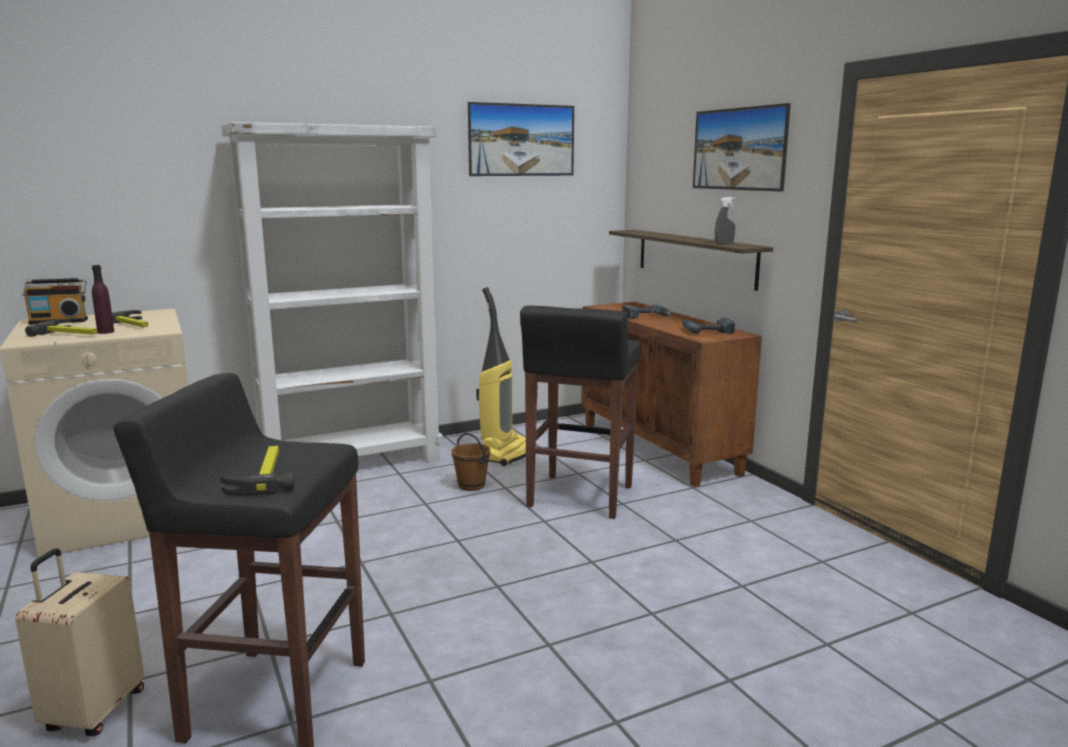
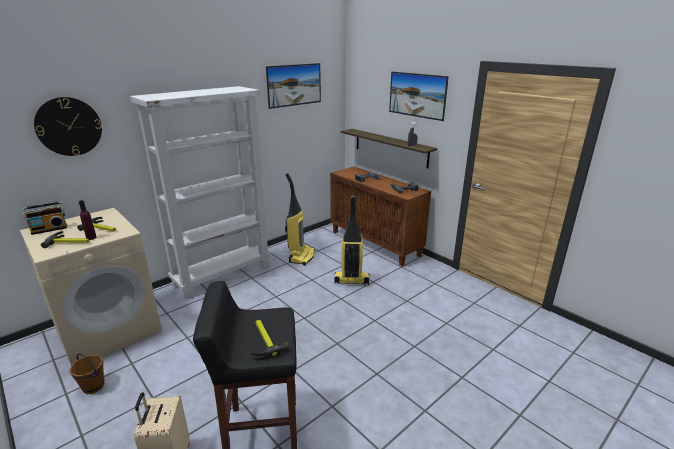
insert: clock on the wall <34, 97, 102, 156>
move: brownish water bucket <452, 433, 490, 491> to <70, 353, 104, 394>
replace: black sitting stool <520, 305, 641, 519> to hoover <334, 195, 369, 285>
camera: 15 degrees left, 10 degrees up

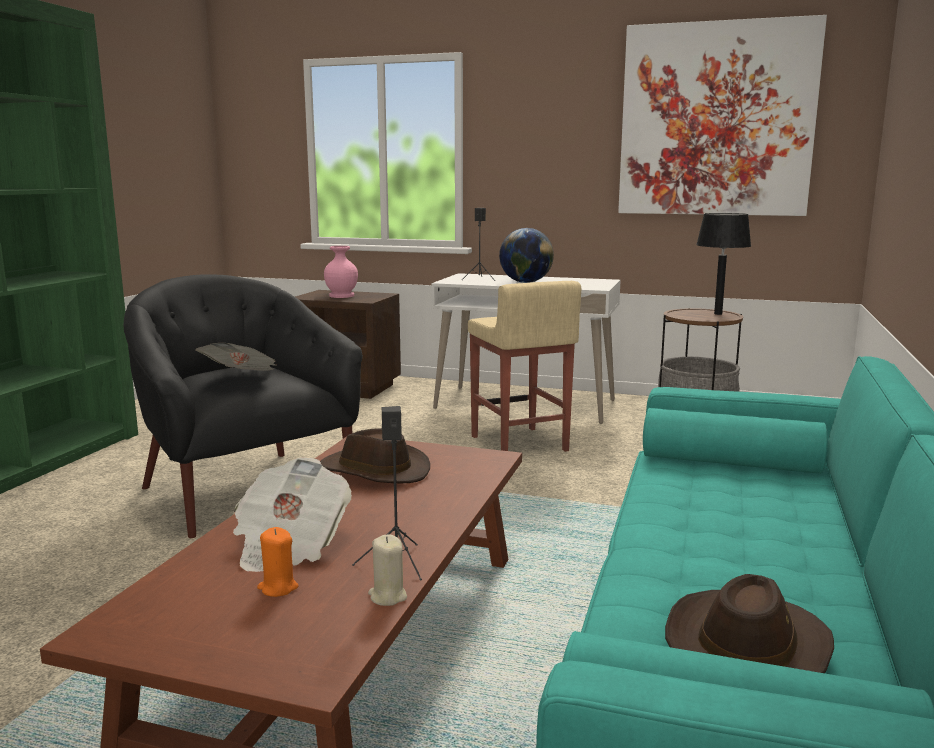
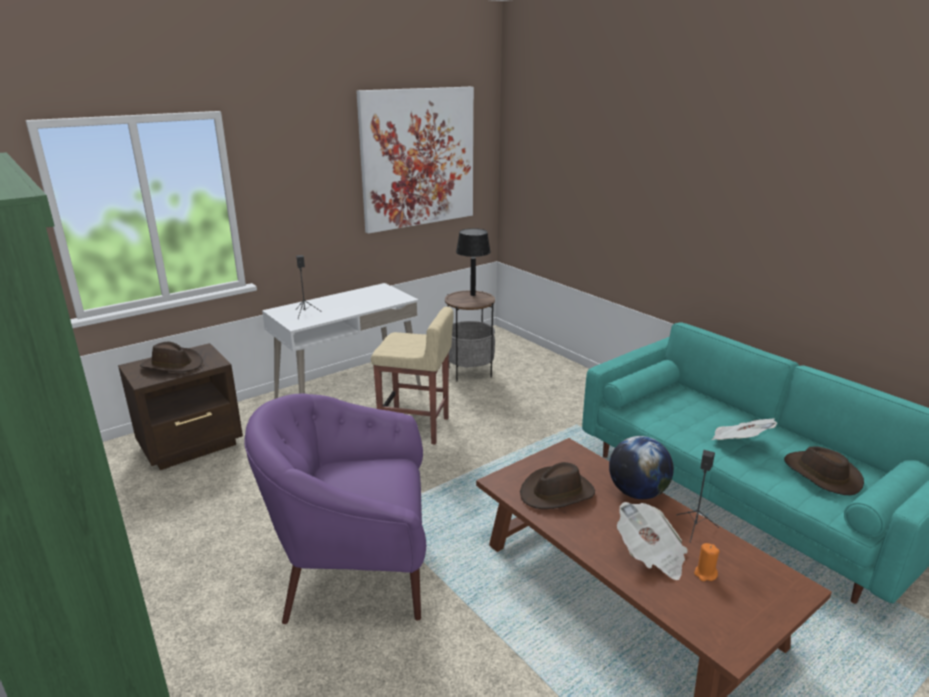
delete: beige-coloured wax light <368, 535, 407, 606>
move: world globe <499, 228, 554, 283> to <609, 436, 674, 499>; daily paper <195, 343, 276, 371> to <711, 418, 777, 440>
replace: pink decorative vase <324, 246, 358, 298> to brownish clothing hat <140, 342, 203, 372>
recolor: black easy chair <123, 275, 363, 538> to purple-coloured easy chair <244, 394, 426, 624>
camera: 55 degrees left, 10 degrees up

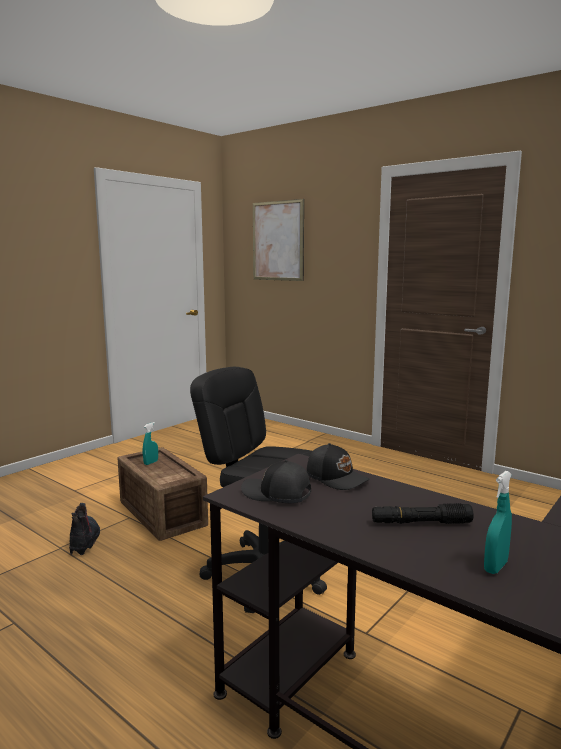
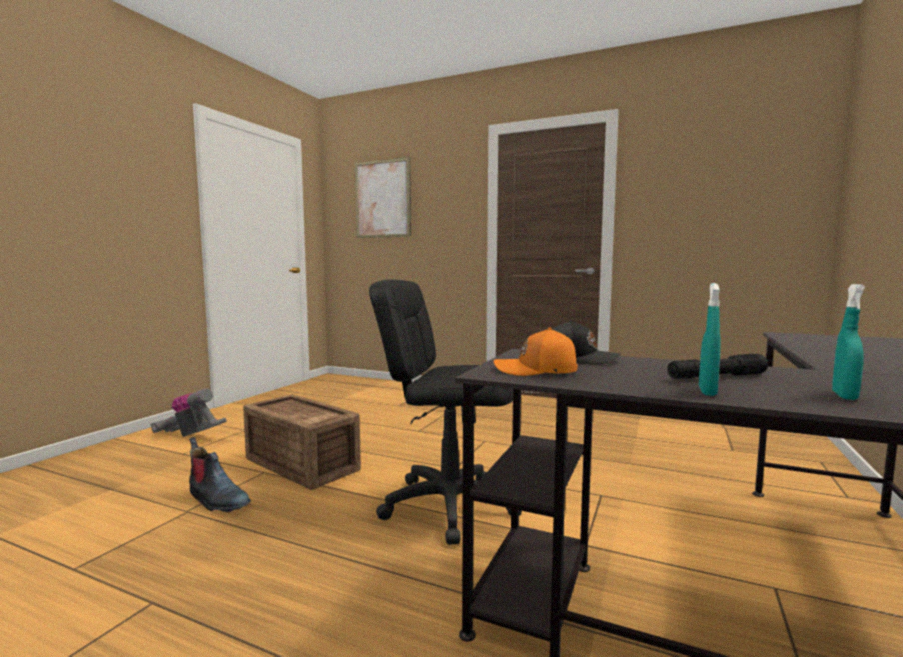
insert: hoover <150, 388, 227, 437>
move: turquoise spray bottle <143, 422, 158, 465> to <699, 283, 721, 396>
recolor: black cap <241, 460, 311, 503> to orangey cap <494, 327, 577, 376>
rotate: tall boot <69, 503, 100, 555> = <189, 437, 251, 512> 150 degrees clockwise
camera: 15 degrees left, 5 degrees down

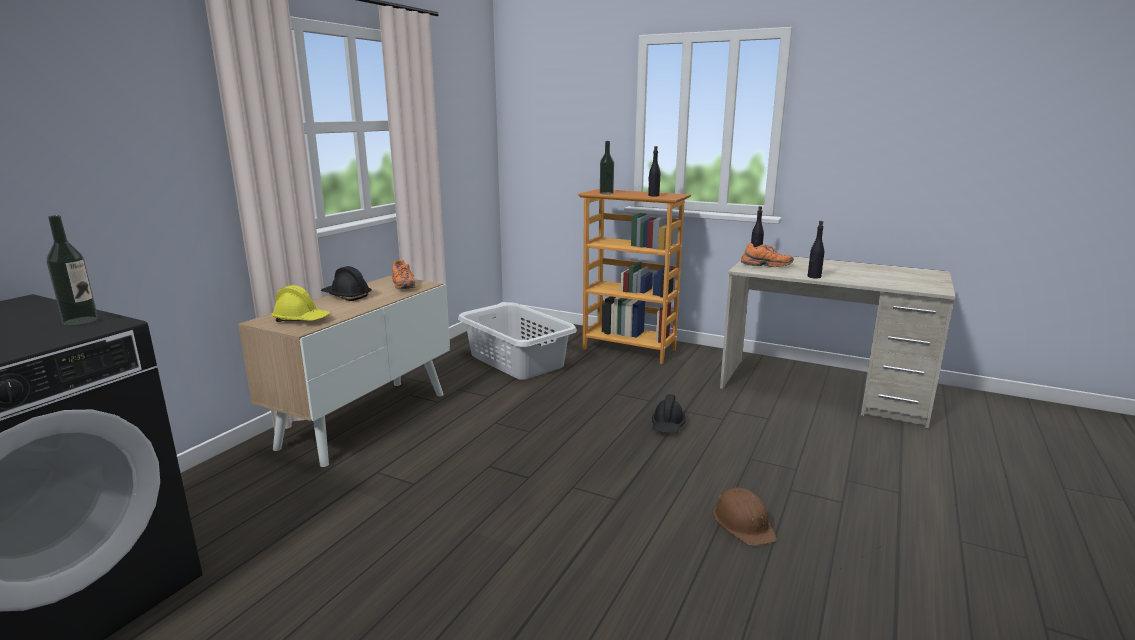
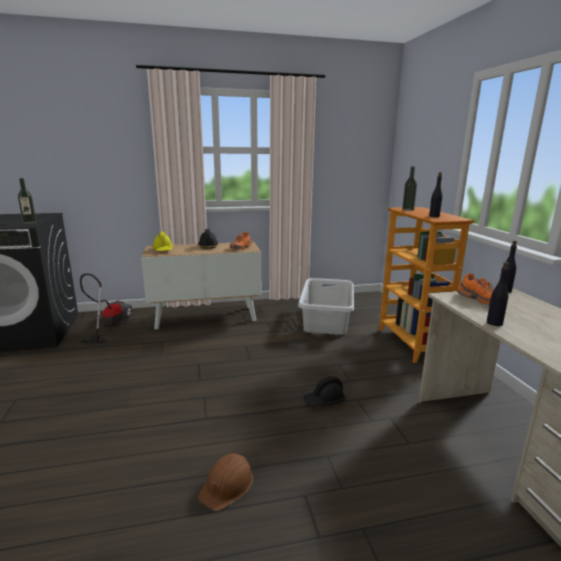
insert: hoover <80, 273, 132, 343>
camera: 50 degrees right, 0 degrees up

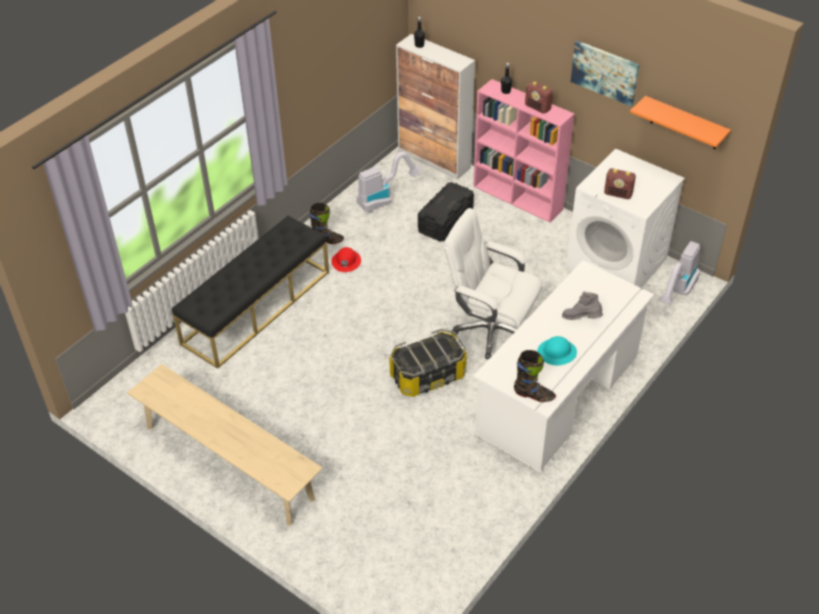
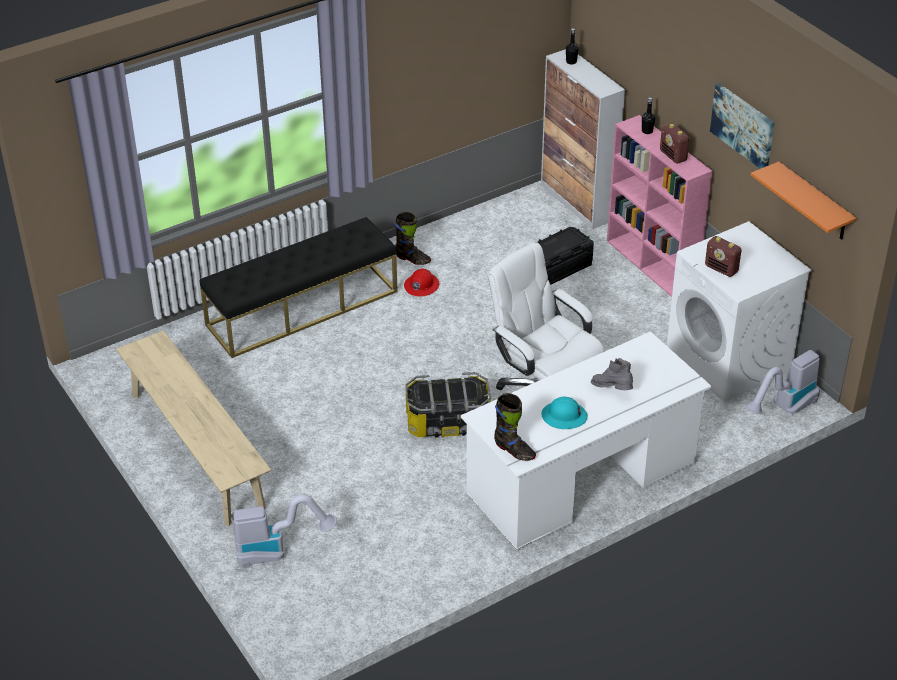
move: hoover <357, 152, 421, 213> to <233, 494, 337, 568>
camera: 20 degrees right, 5 degrees down

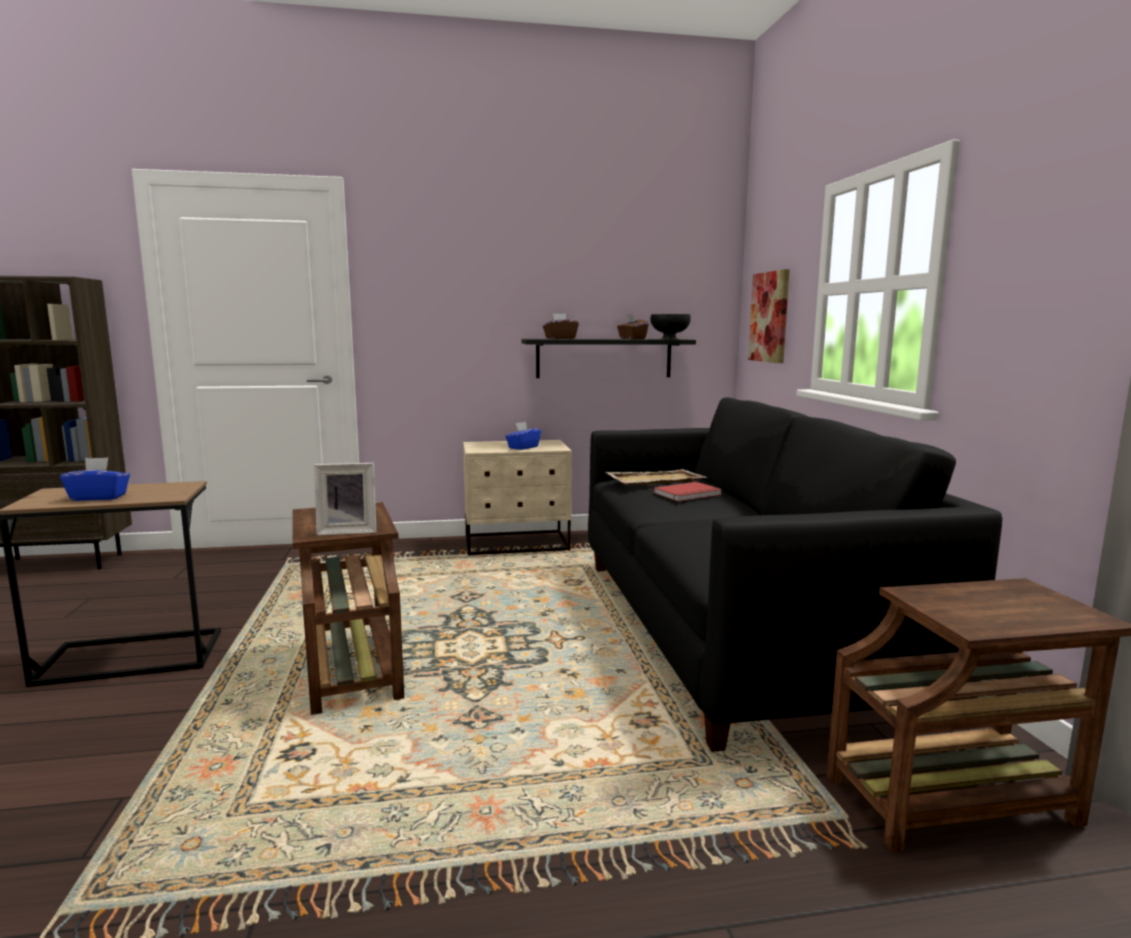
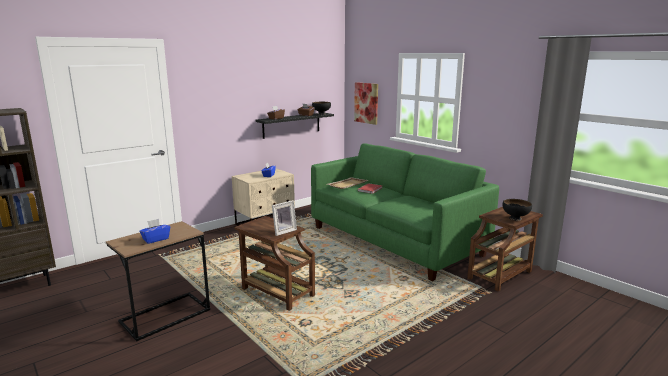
insert: black serving bowl <502, 199, 532, 221>
recolor: black couch <588, 397, 1002, 752> to green-coloured couch <311, 143, 499, 281>
camera: 30 degrees left, 5 degrees up

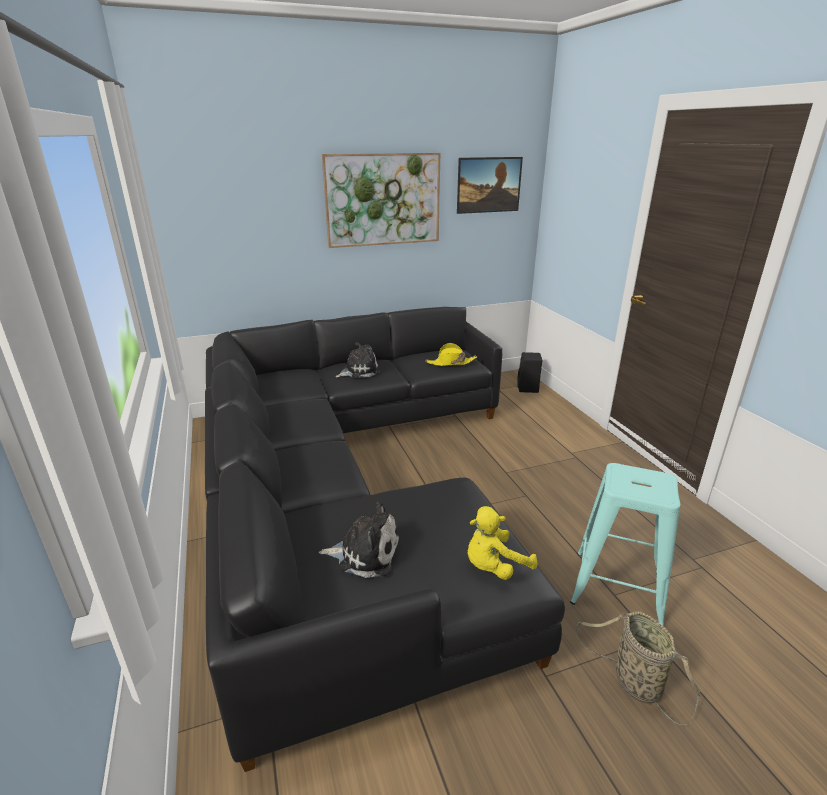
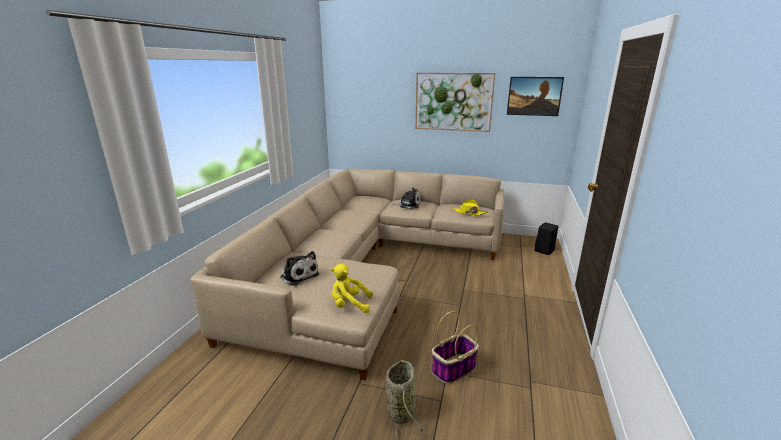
replace: turquoise sitting stool <570, 463, 680, 627> to storage basket <432, 311, 479, 384>
recolor: black couch <205, 307, 565, 772> to beige-coloured couch <190, 168, 504, 380>
camera: 35 degrees right, 5 degrees down

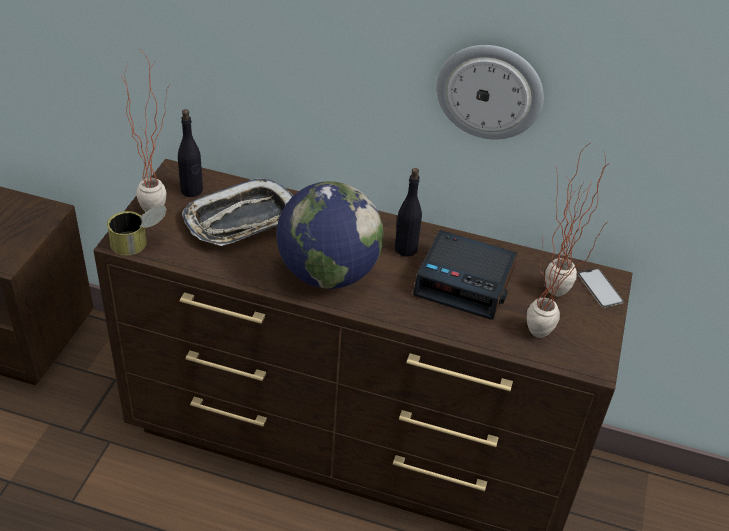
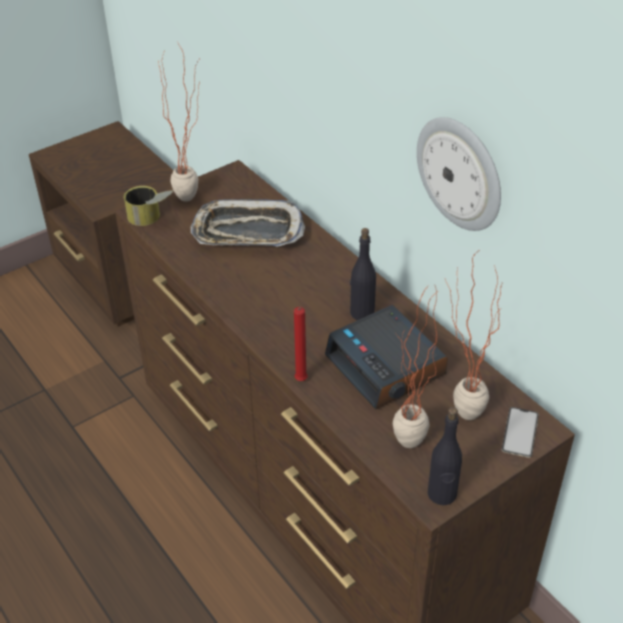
delete: world globe <277, 181, 383, 289>
insert: reddish wax light <294, 307, 308, 381>
move: black beverage bottle <178, 109, 203, 197> to <428, 407, 462, 505>
camera: 40 degrees right, 0 degrees up

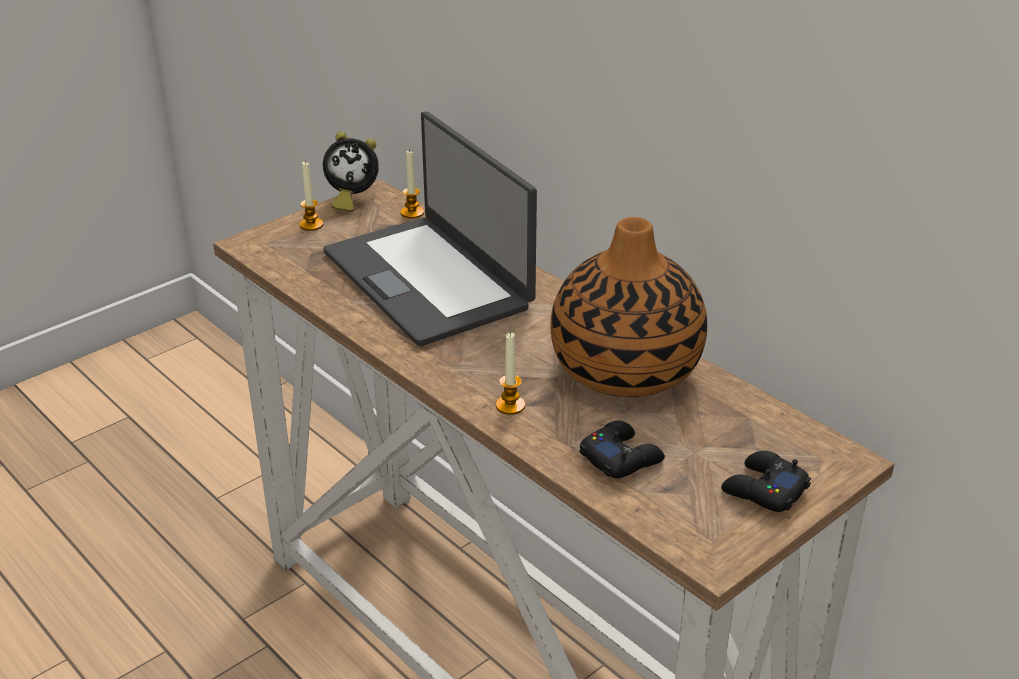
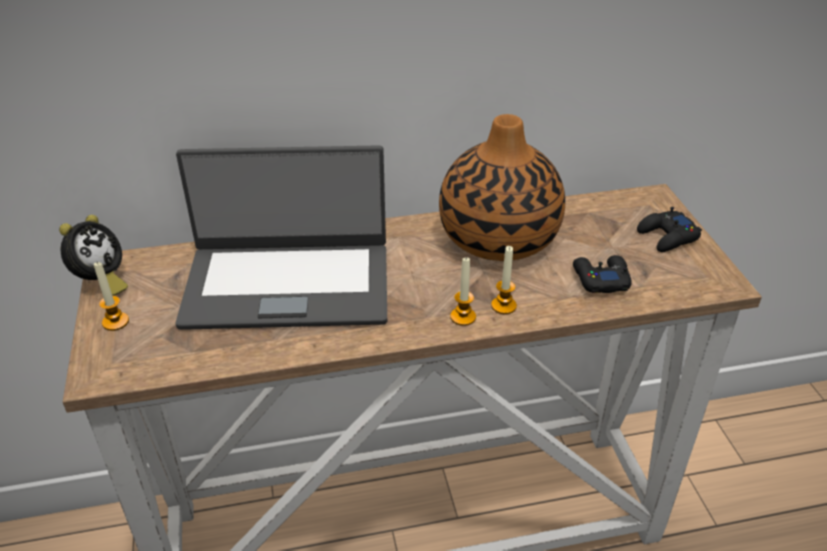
move: wax light <401, 150, 424, 219> to <450, 257, 476, 326>
camera: 60 degrees left, 5 degrees up

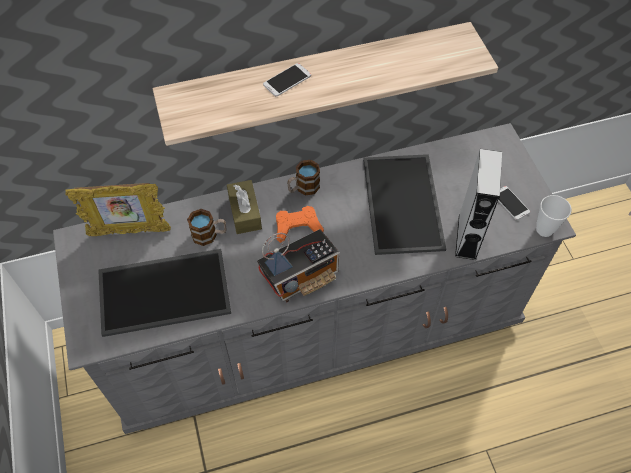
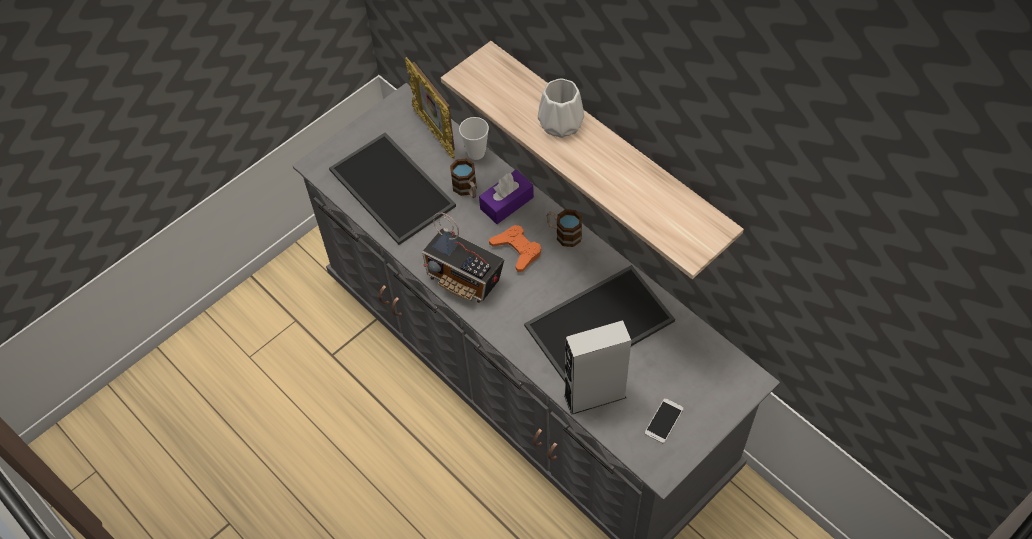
move: drinking cup <536, 195, 572, 237> to <459, 117, 489, 160>
replace: telephone <263, 63, 311, 97> to whitish decorative vase <538, 79, 584, 138>
recolor: brownish tissue box <227, 180, 262, 234> to purple-coloured tissue box <479, 170, 534, 224>
camera: 65 degrees right, 0 degrees up

